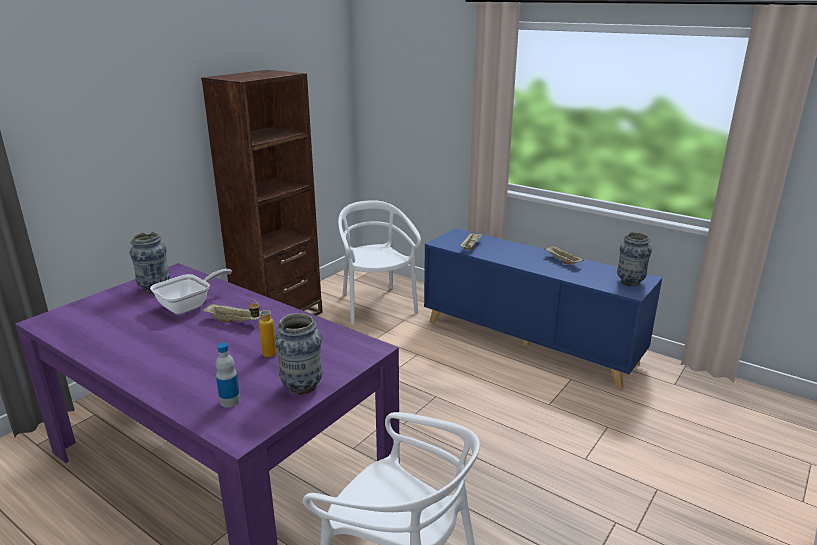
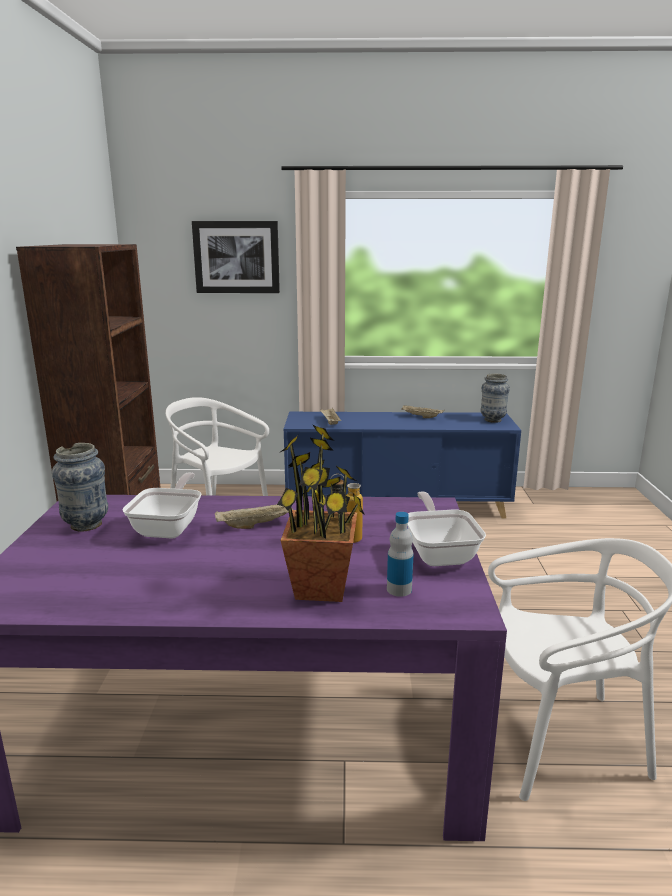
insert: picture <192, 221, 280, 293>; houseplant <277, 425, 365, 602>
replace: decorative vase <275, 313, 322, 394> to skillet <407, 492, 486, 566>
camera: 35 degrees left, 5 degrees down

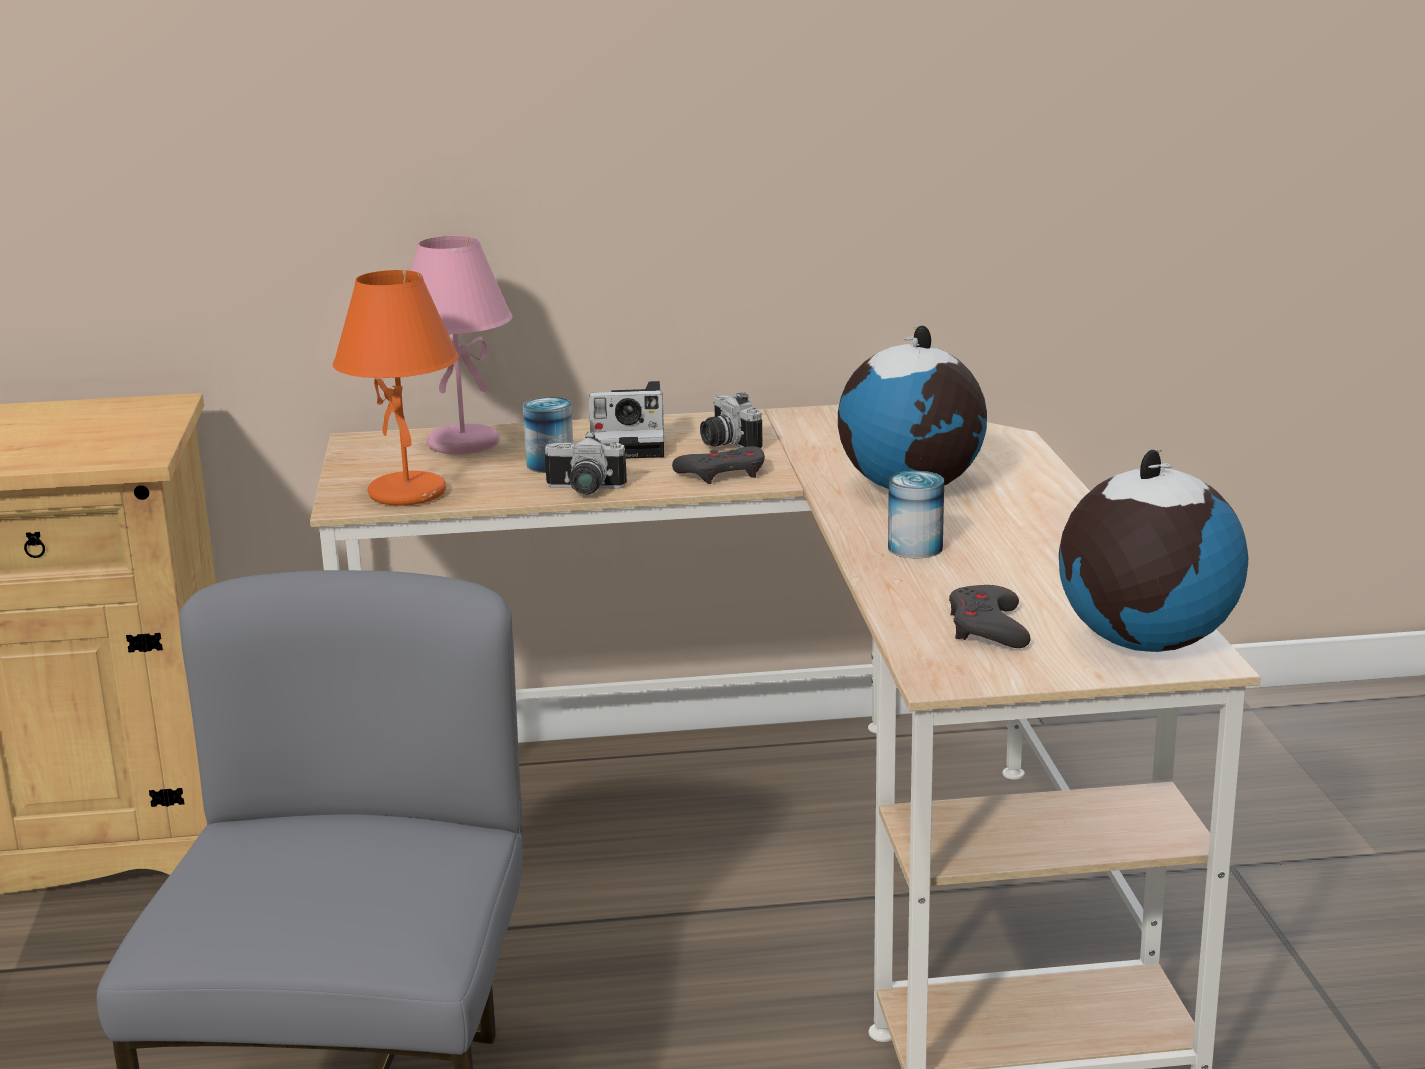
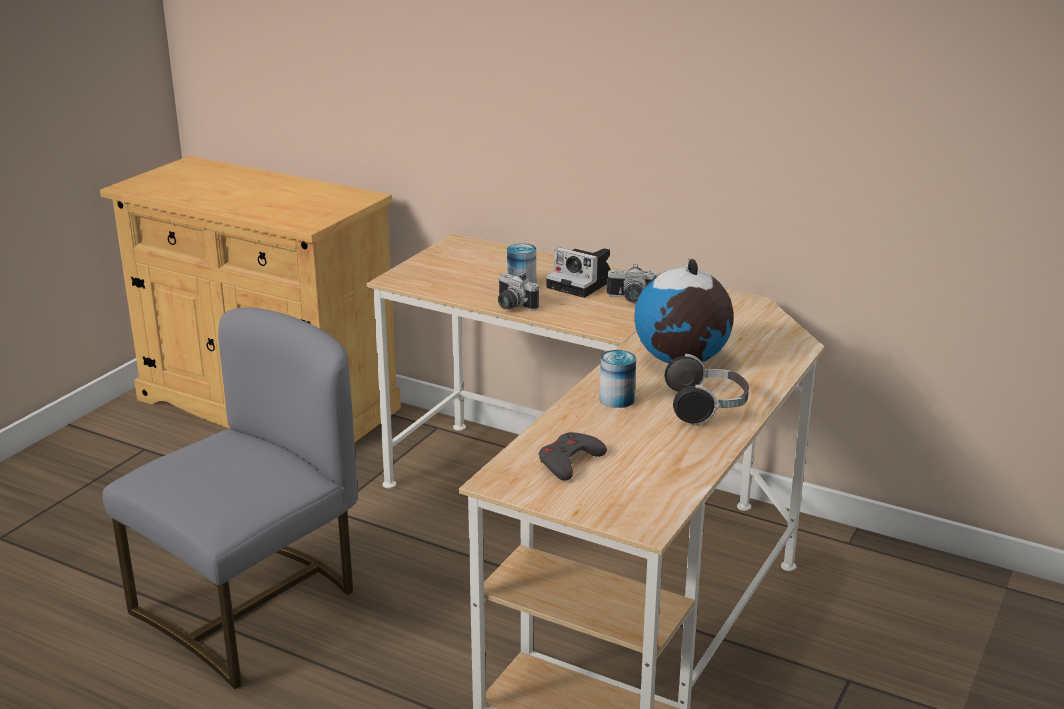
delete: pink lamp for a table <411, 236, 513, 454>; orangey lamp for a table <333, 270, 459, 506>; greyish game controller <672, 446, 765, 484>; world globe <1059, 450, 1248, 652>
insert: pair of headphones <665, 354, 749, 426>
rotate: photo camera <700, 393, 762, 448> = <607, 264, 656, 303> 90 degrees counterclockwise
camera: 35 degrees right, 5 degrees up

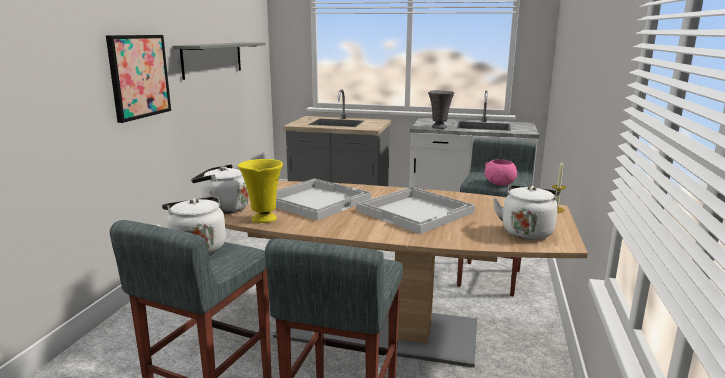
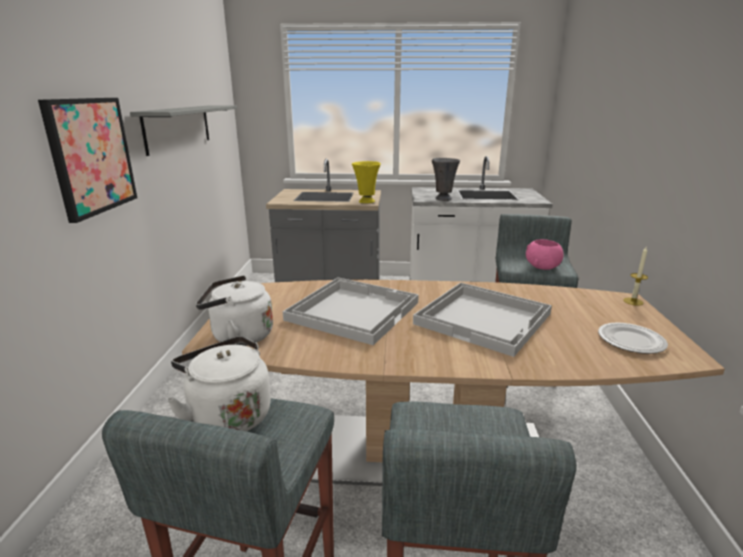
move: yellow decorative vase <238, 159, 283, 223> to <352, 161, 381, 203>
replace: whitish water kettle <493, 185, 560, 240> to dinner plate <598, 323, 668, 354>
camera: 10 degrees left, 5 degrees up

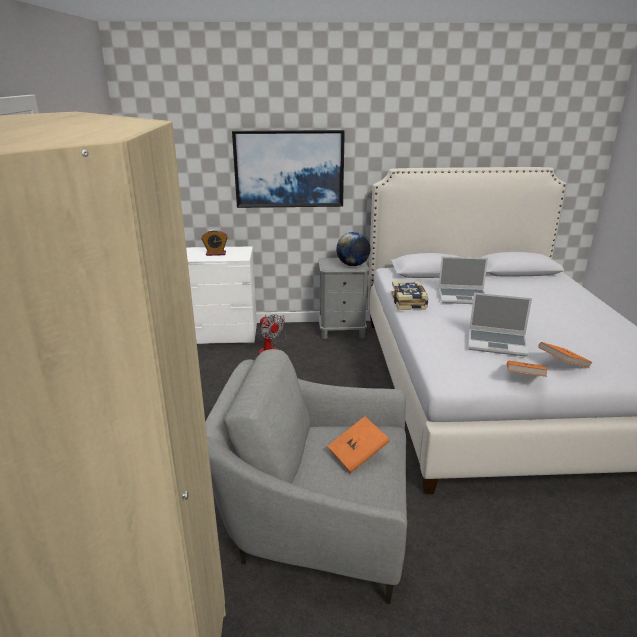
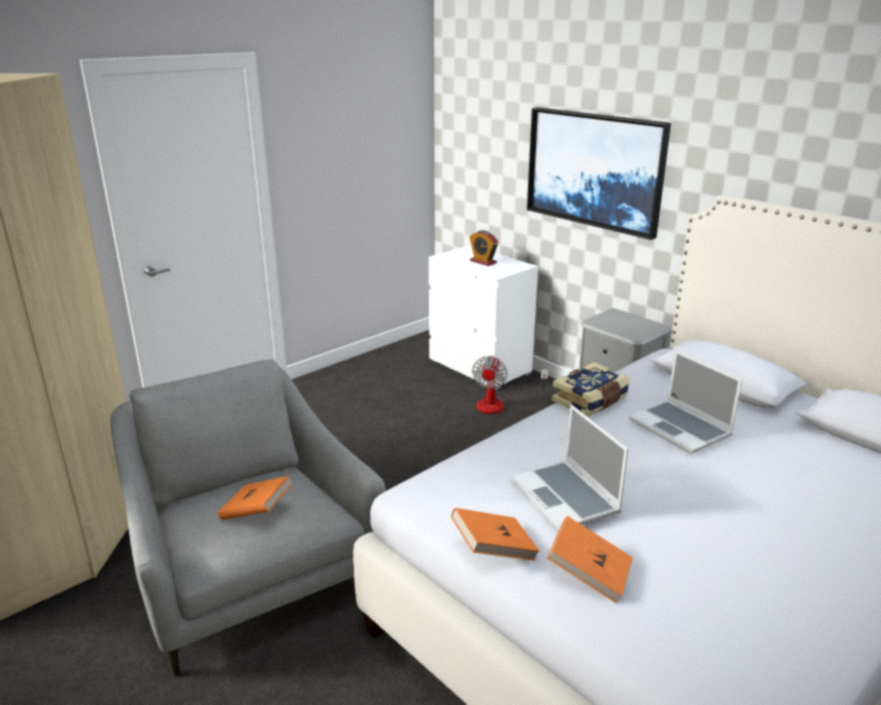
delete: world globe <336, 232, 370, 266>
camera: 50 degrees right, 0 degrees up

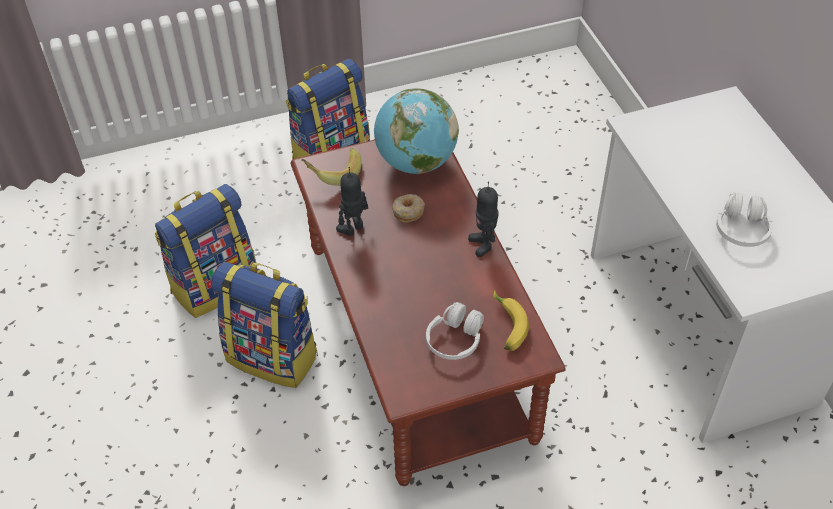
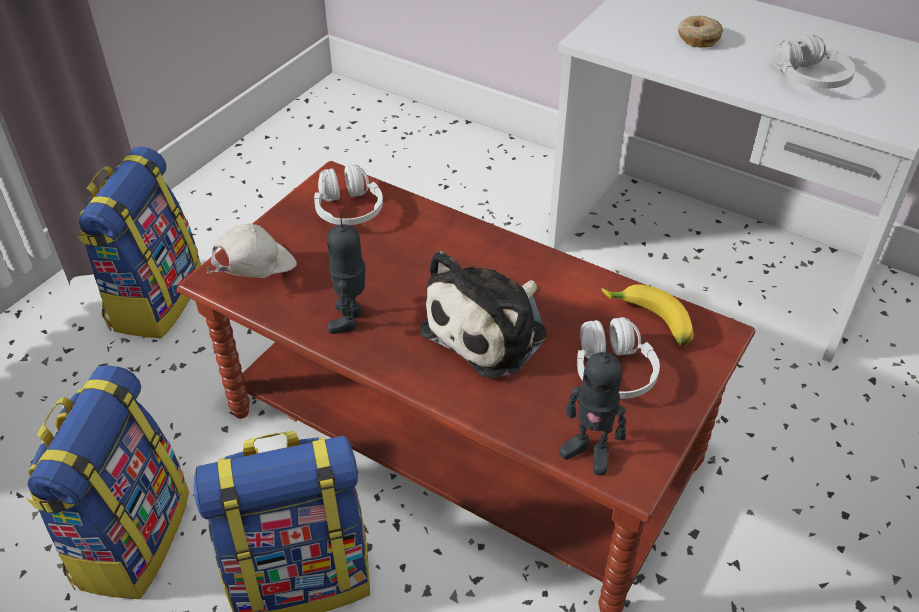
insert: plush toy <419, 251, 547, 378>
move: model robot <468, 181, 499, 257> to <559, 343, 626, 475>; ring doughnut <392, 194, 425, 223> to <678, 16, 723, 47>
replace: world globe <374, 88, 459, 174> to whitish pair of headphones <314, 165, 383, 225>; banana fruit <301, 148, 362, 186> to whitish cap <206, 224, 297, 278>
camera: 40 degrees left, 5 degrees down

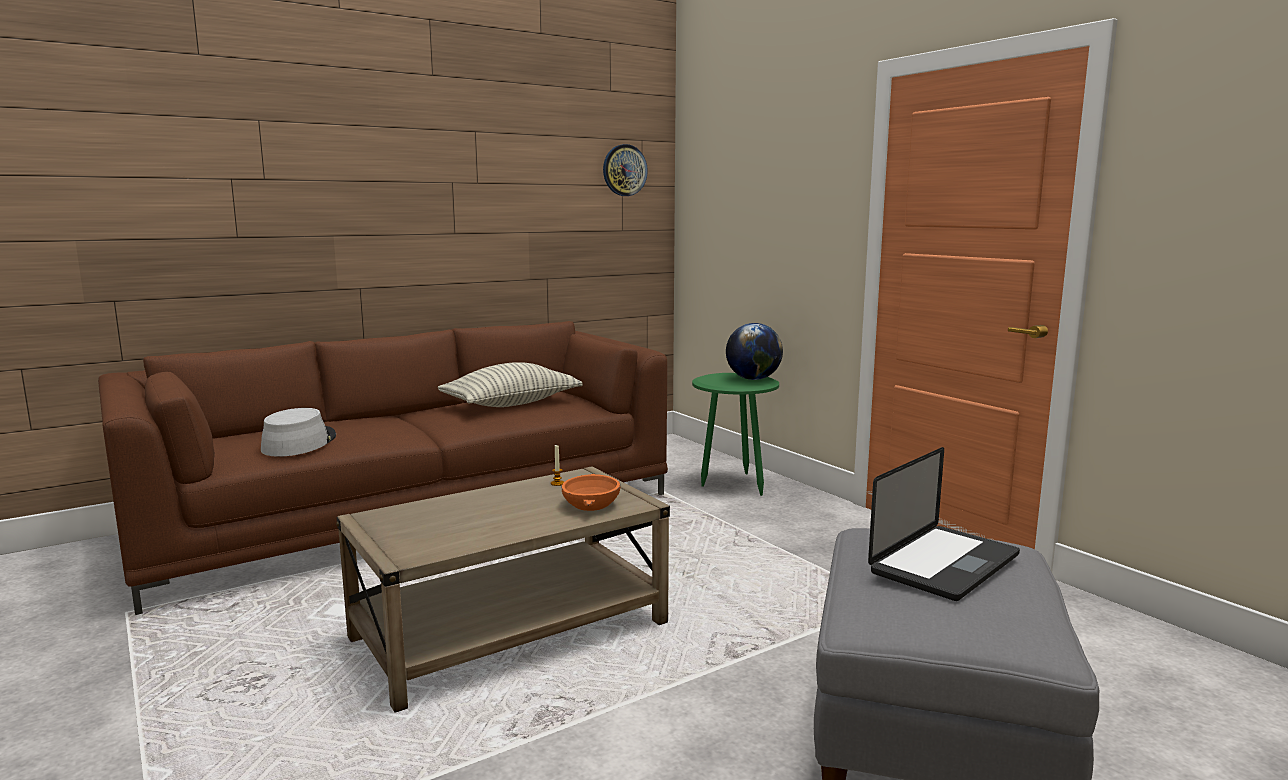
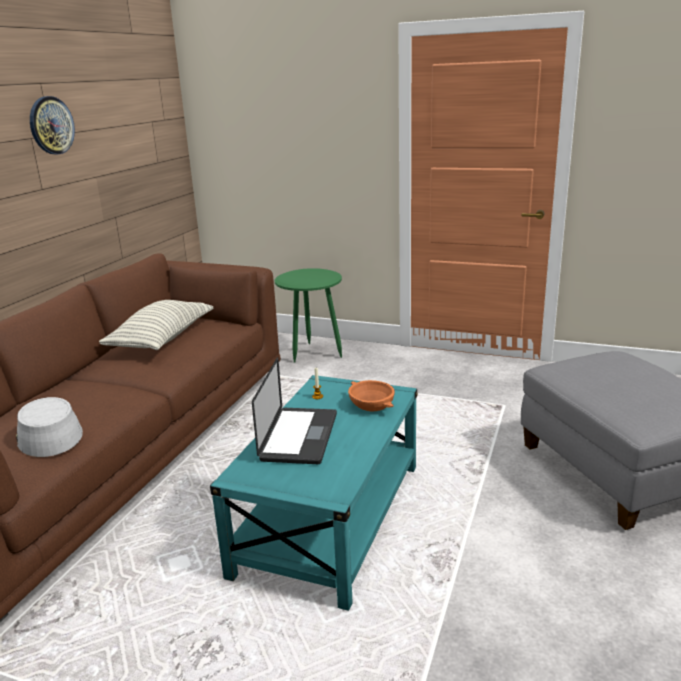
delete: world globe <726, 323, 783, 380>
move: clock on the wall <603, 144, 648, 196> to <30, 96, 75, 154>; notebook computer <868, 447, 1020, 601> to <252, 357, 337, 464>
recolor: beige-coloured lounge table <336, 467, 670, 713> to turquoise lounge table <210, 375, 418, 611>
camera: 35 degrees left, 10 degrees up

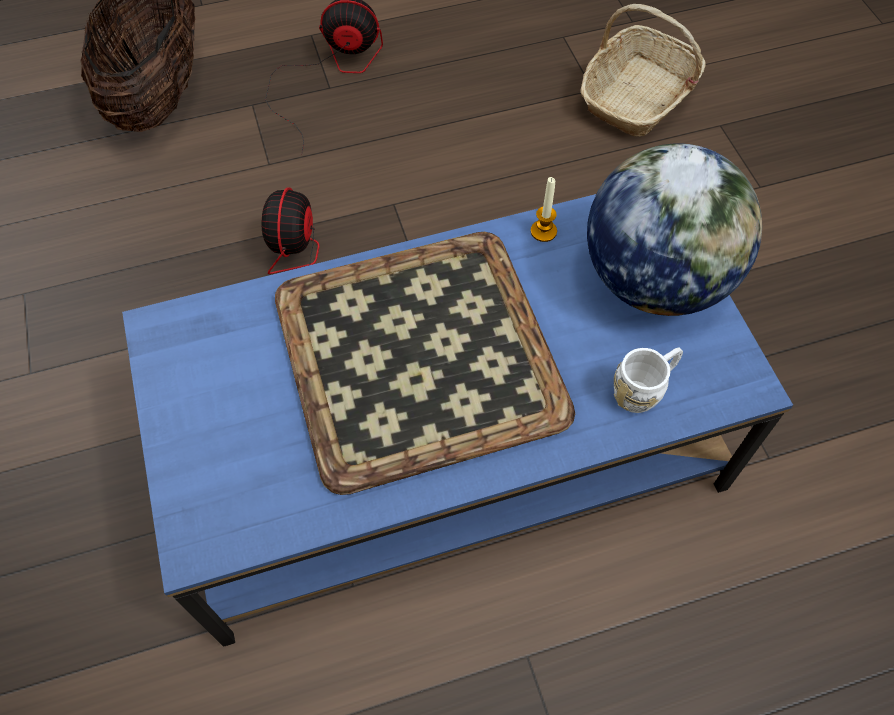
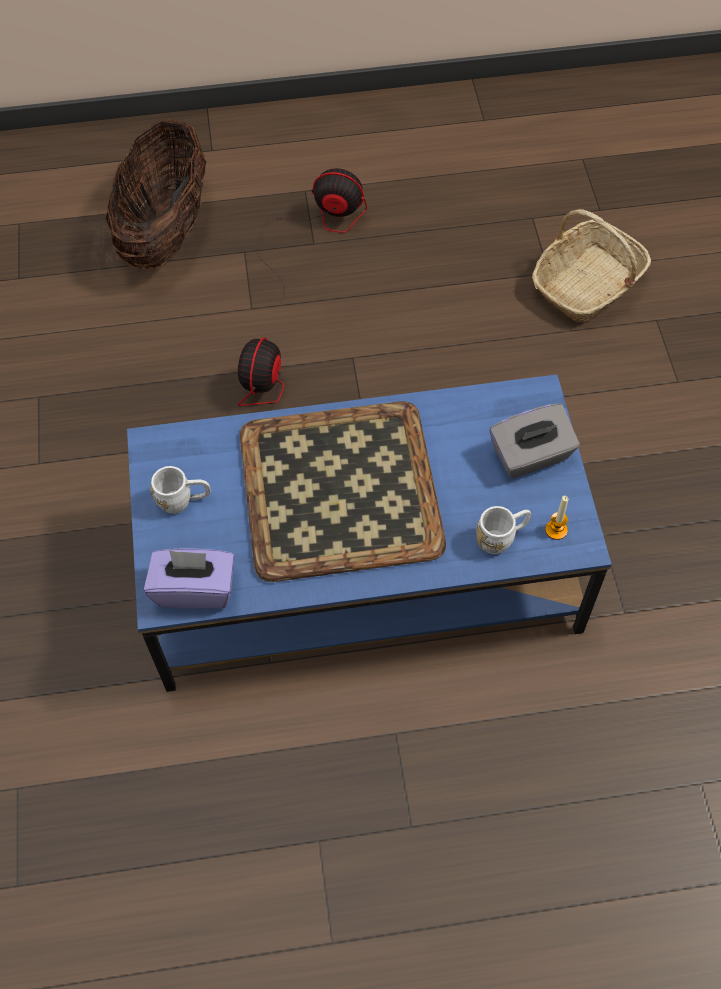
insert: whitish mug <150, 466, 210, 514>; purple-coloured tissue box <144, 548, 235, 609>
move: wax light <531, 177, 557, 242> to <545, 496, 568, 540>
replace: world globe <587, 143, 762, 316> to greyish tissue box <490, 404, 580, 478>
camera: 10 degrees right, 0 degrees up

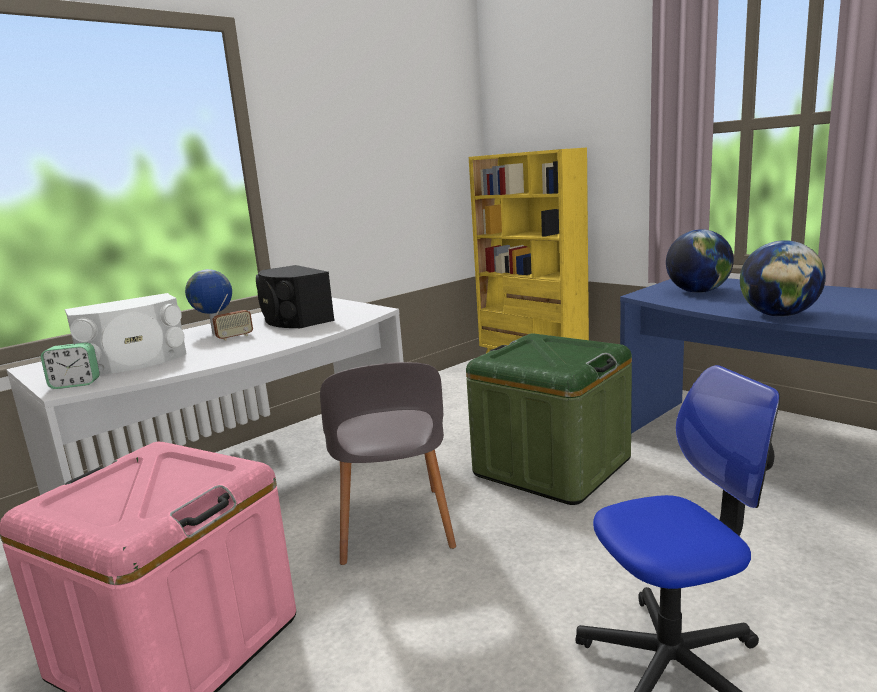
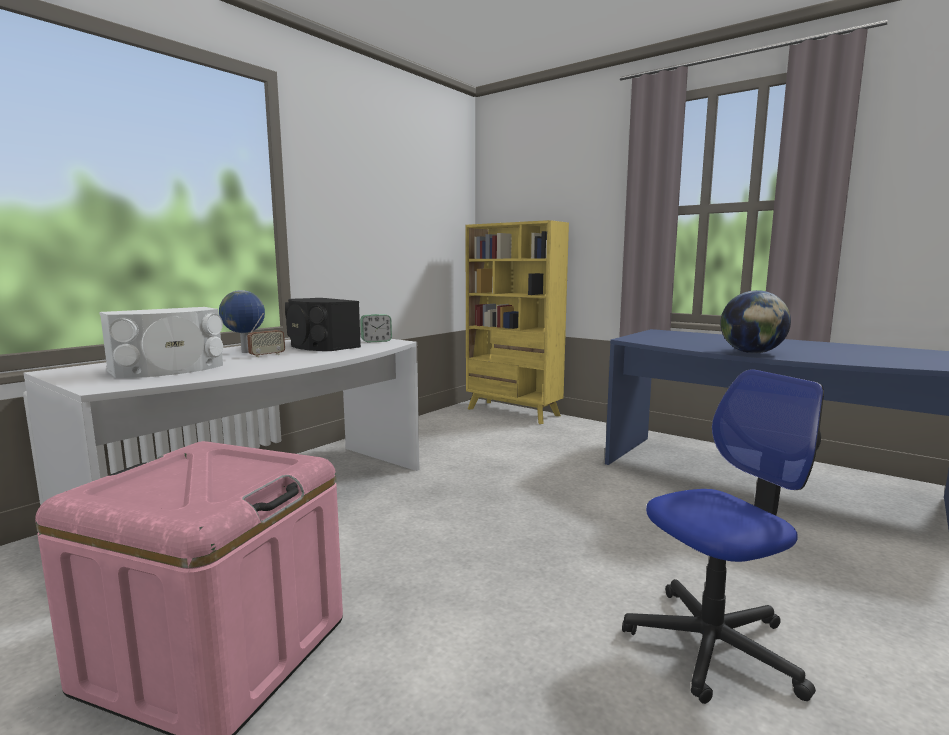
delete: world globe <666, 229, 734, 293>; green-coloured storage container <466, 333, 632, 505>; greyish upright chair <320, 362, 456, 565>
move: alarm clock <41, 343, 100, 389> to <360, 314, 392, 343>
camera: 10 degrees left, 5 degrees down

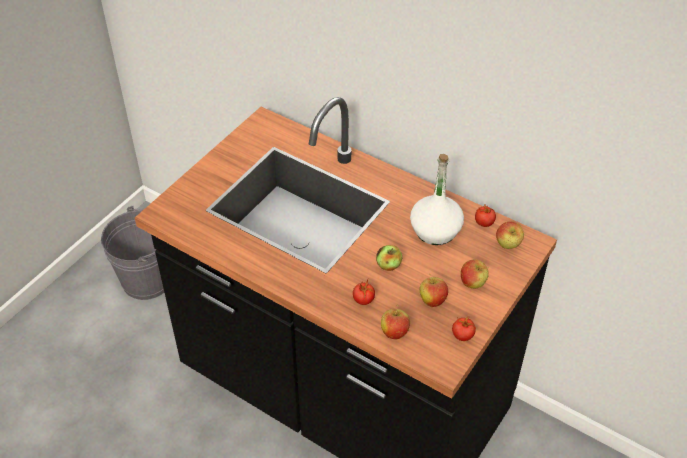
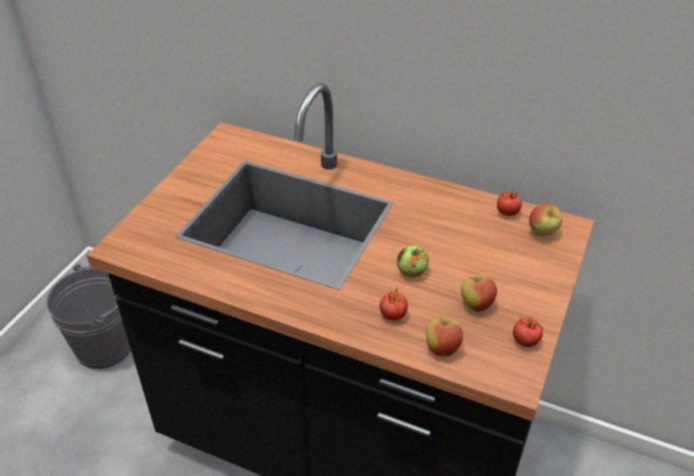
delete: whitish beverage bottle <410, 154, 464, 245>; apple fruit <461, 259, 489, 289>
camera: 10 degrees left, 5 degrees down

